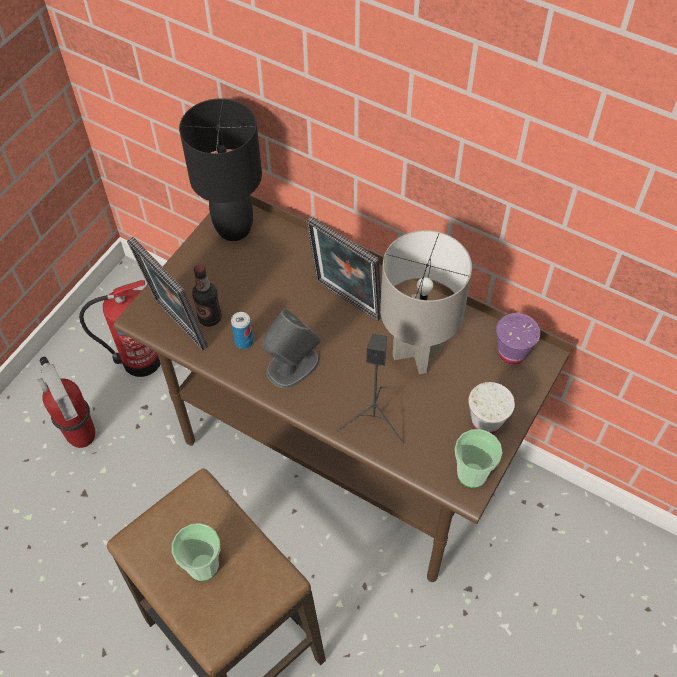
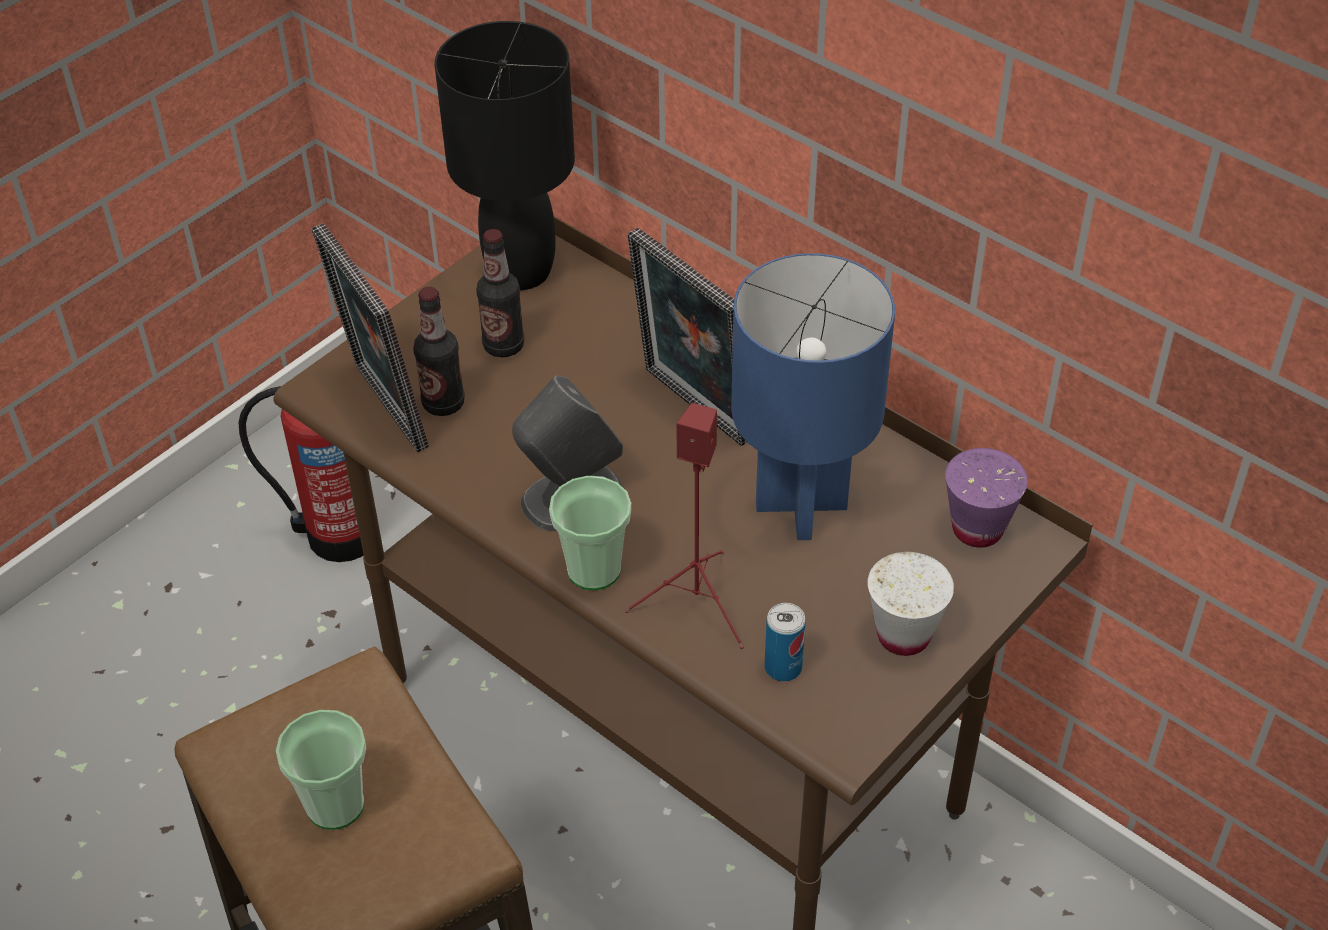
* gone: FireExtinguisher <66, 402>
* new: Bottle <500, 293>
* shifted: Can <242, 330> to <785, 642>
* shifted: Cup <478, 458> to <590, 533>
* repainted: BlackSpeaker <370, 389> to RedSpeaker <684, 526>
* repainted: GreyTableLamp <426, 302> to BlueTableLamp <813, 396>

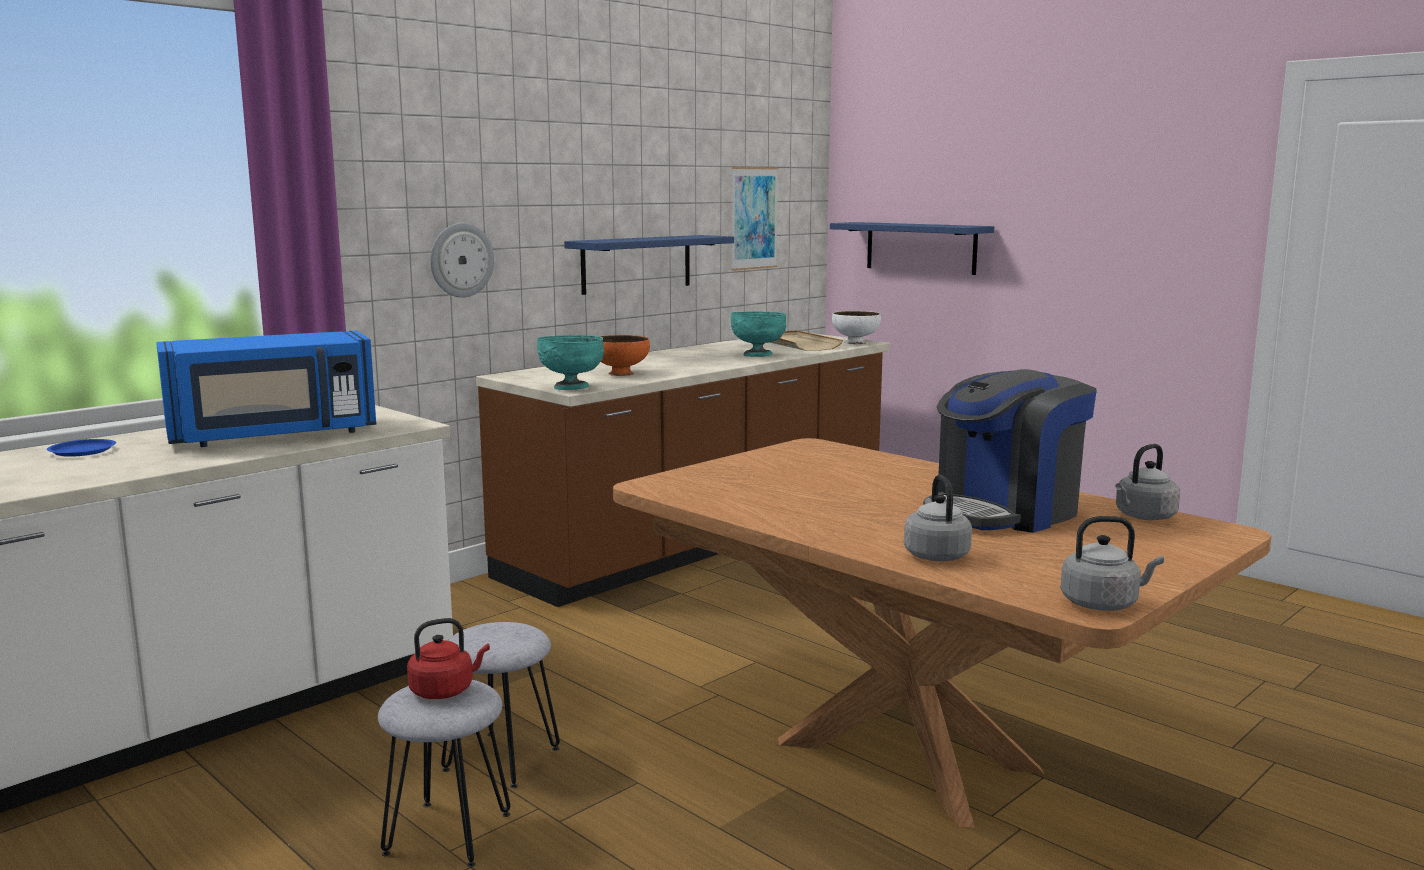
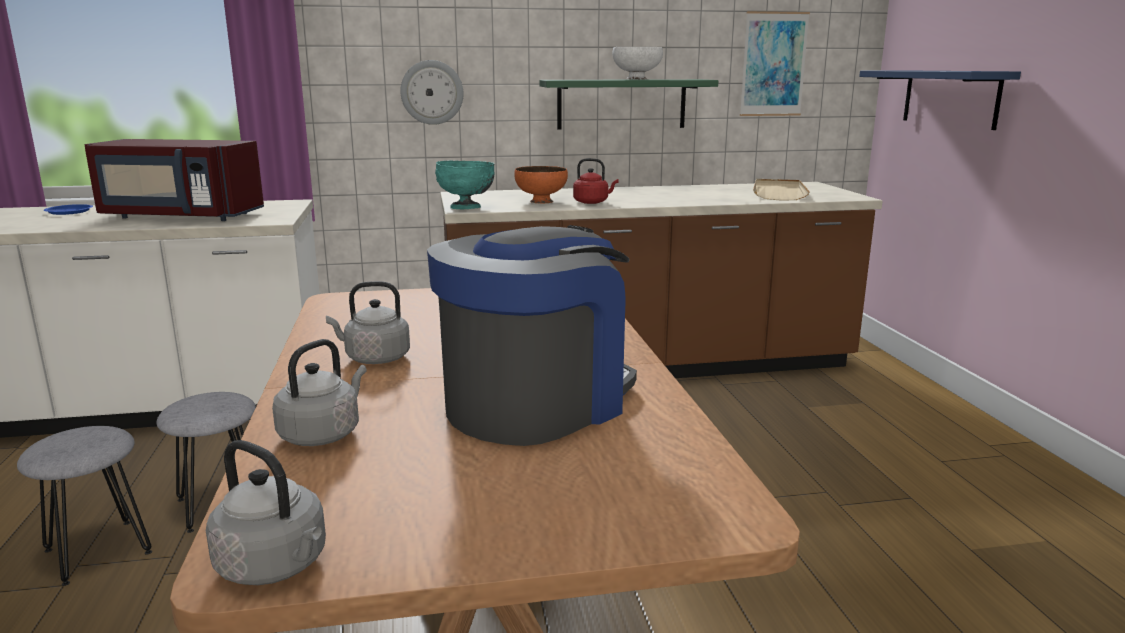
* gone: TurquoiseBowl <758, 334>
* shifted: RedKettle <448, 658> to <595, 181>
* shifted: WhiteBowl <856, 327> to <637, 63>
* shifted: GreyKettle <1147, 482> to <368, 322>
* repainted: BlueMicrowave <266, 388> to RedMicrowave <174, 180>
* repainted: BlueShelf <649, 265> to GreenShelf <628, 104>
* rotated: CoffeeMachine <1010, 451> = <532, 335> 135 degrees clockwise

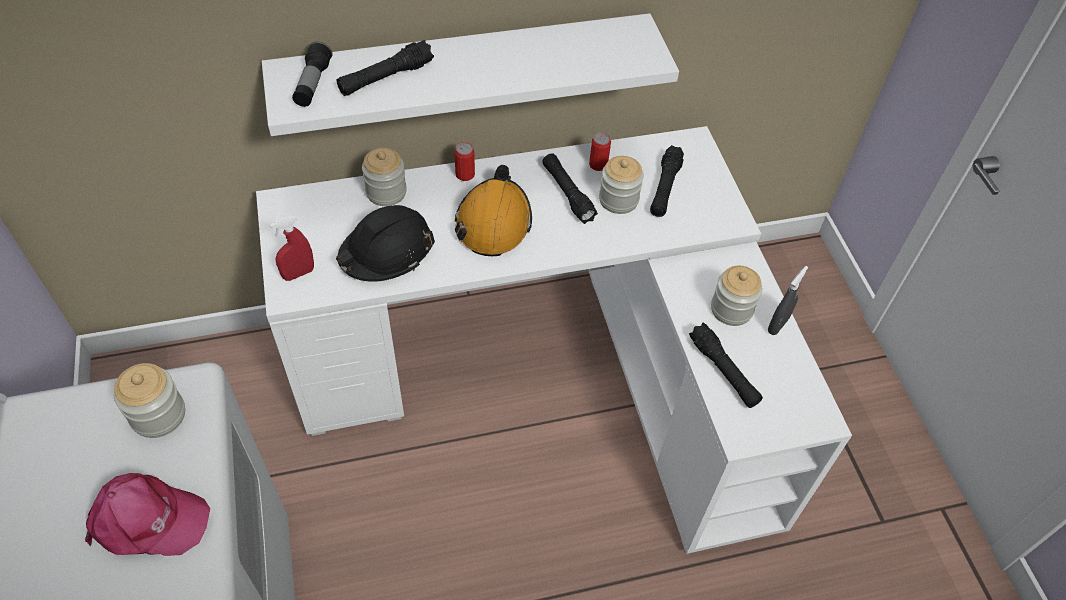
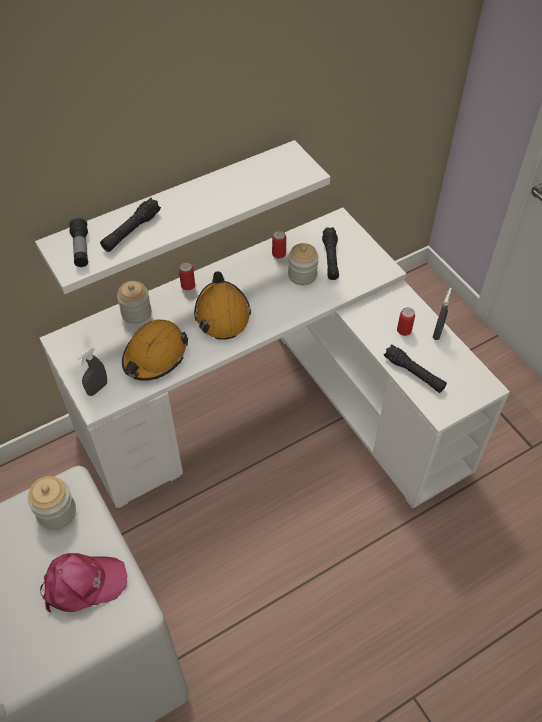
* gone: BlackFlashlight <570, 188>
* swapped: Jar <736, 296> to Can <406, 321>
* repainted: RedSprayBottle <292, 248> to GreySprayBottle <92, 371>
* repainted: BlackHardHat <385, 243> to OrangeHardHat <155, 350>

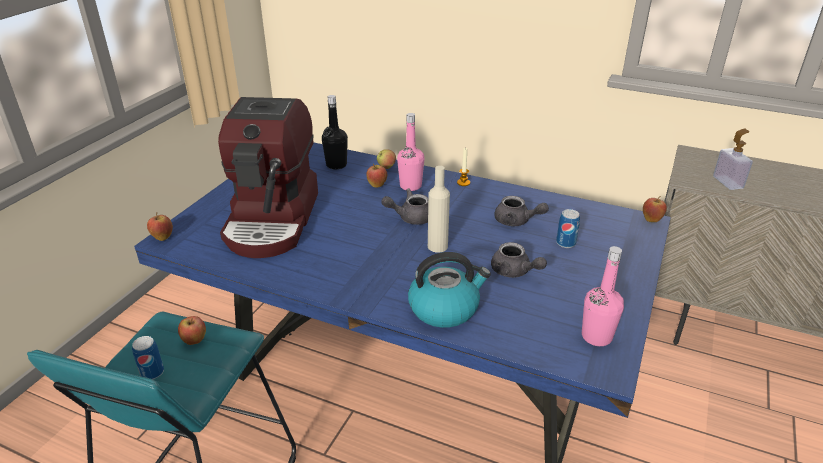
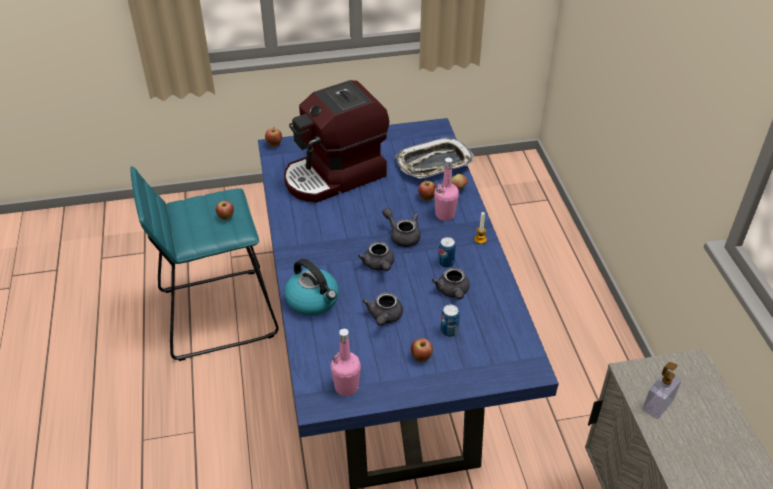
* shifted: Can <148, 358> to <447, 252>
* shifted: Apple <655, 209> to <422, 350>
* swapped: BlackBottle <335, 132> to Tray <434, 158>
* swapped: BeigeBottle <439, 209> to GreyTeapot <376, 256>

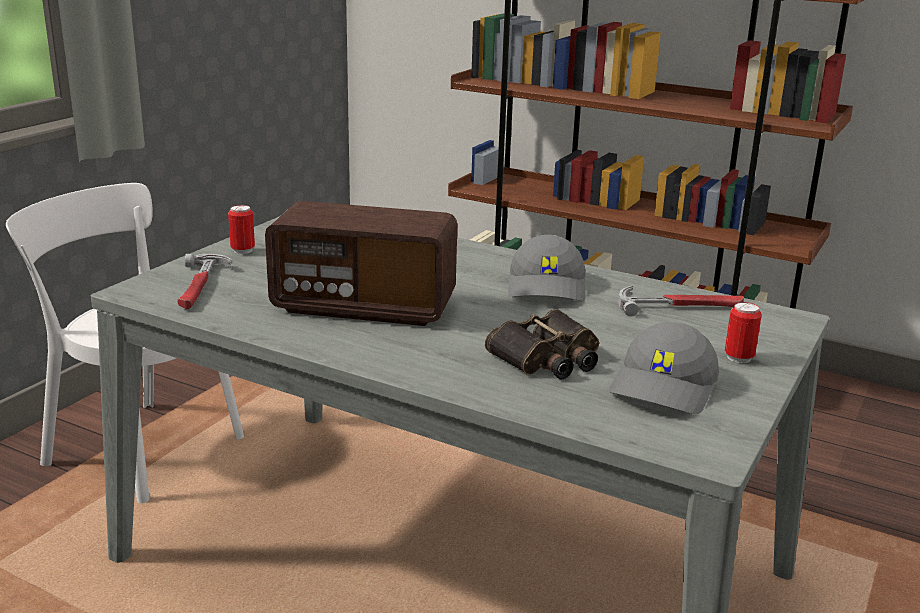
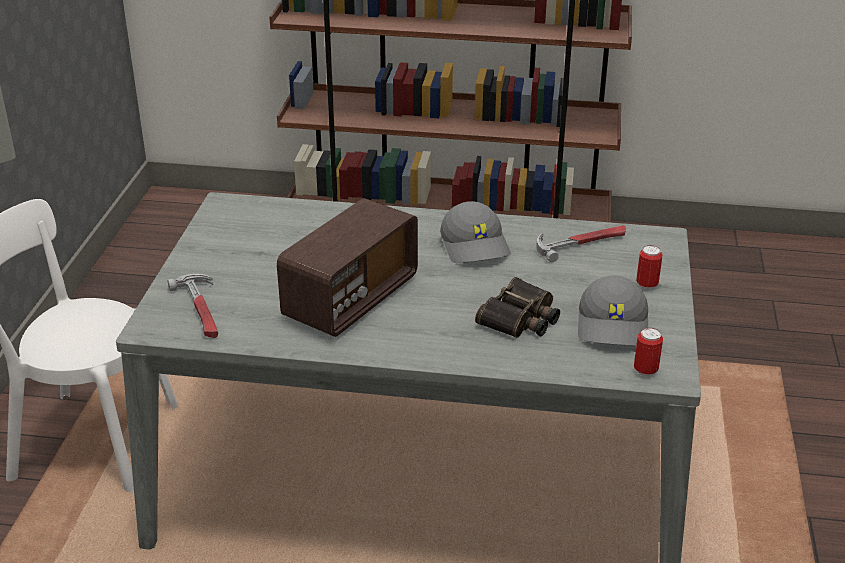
* shifted: Can <241, 229> to <648, 352>
* rotated: Radio <361, 263> = <347, 267> 45 degrees counterclockwise

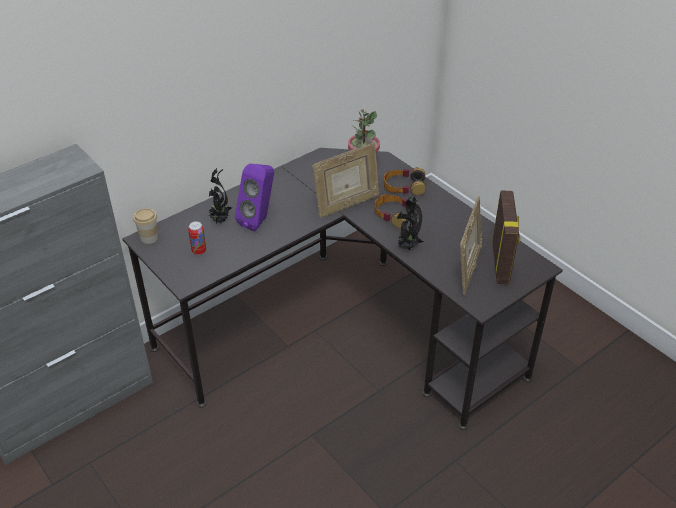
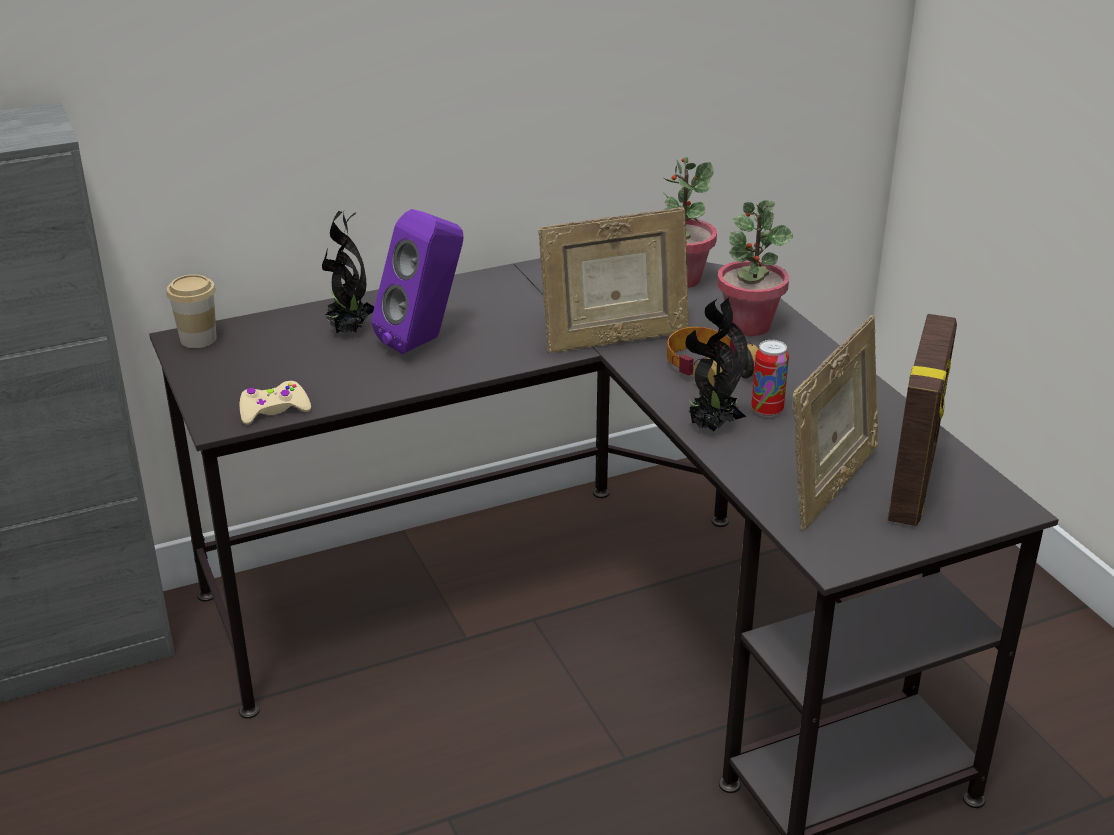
* new: BeigeGameController <275, 403>
* shifted: Can <197, 238> to <770, 378>
* swapped: Headphones <404, 181> to PottedPlant <755, 268>

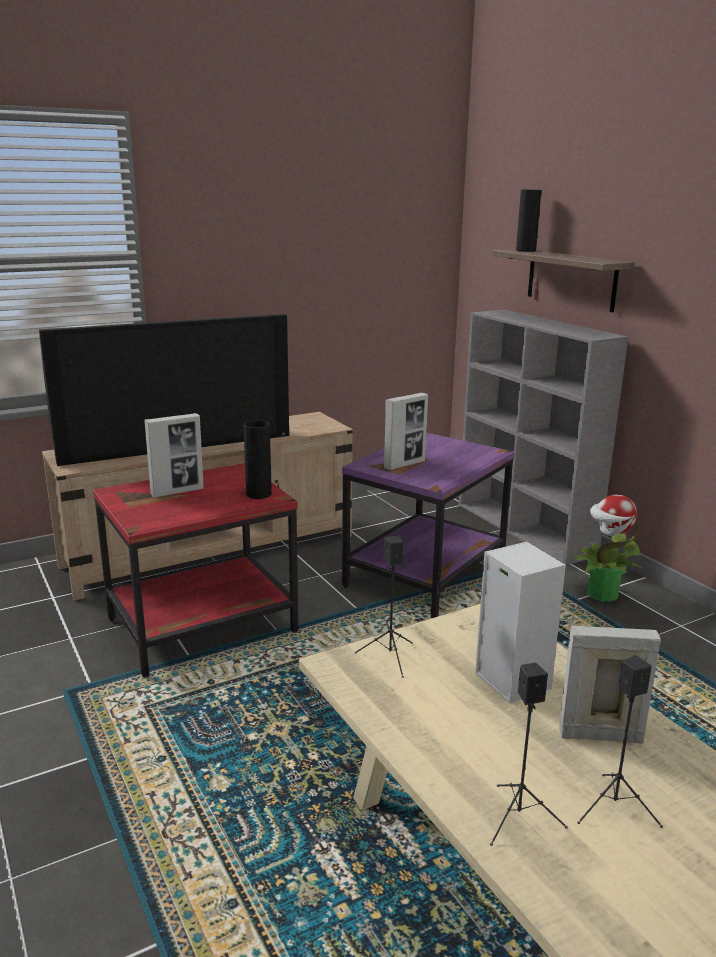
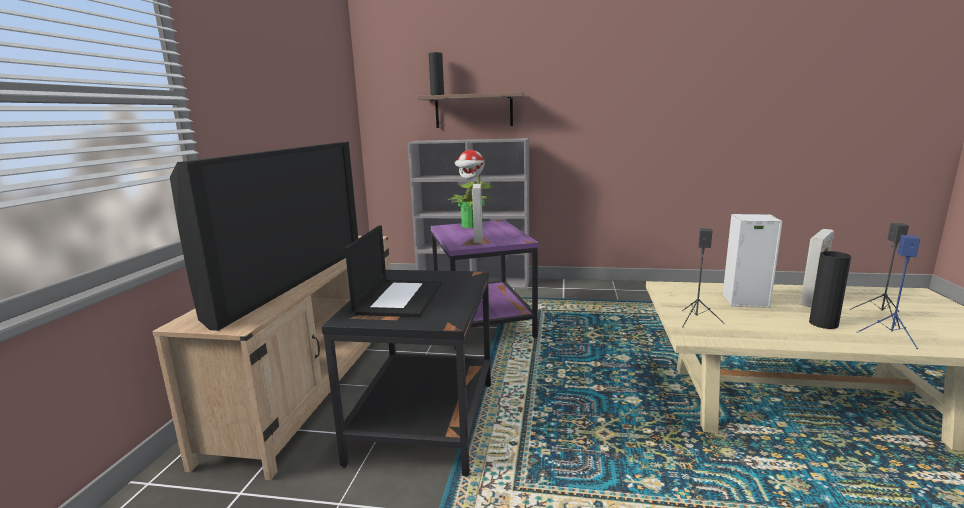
* shifted: BlackVase <257, 459> to <830, 290>
* shifted: PottedPlant <606, 548> to <470, 189>
* swapped: PictureFrame <174, 455> to Laptop <393, 271>
* repainted: RedSideTable <195, 570> to BlackSideTable <406, 373>
* repainted: BlackSpeaker <529, 754> to BlueSpeaker <888, 292>

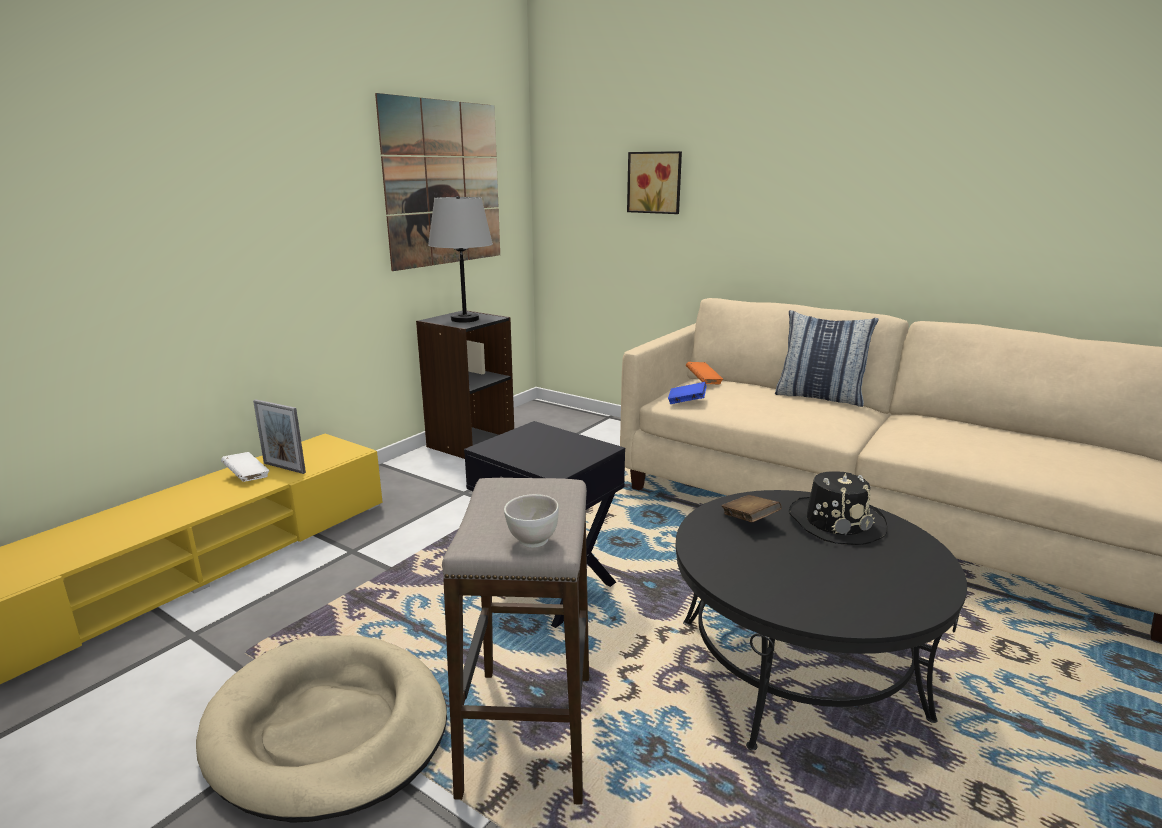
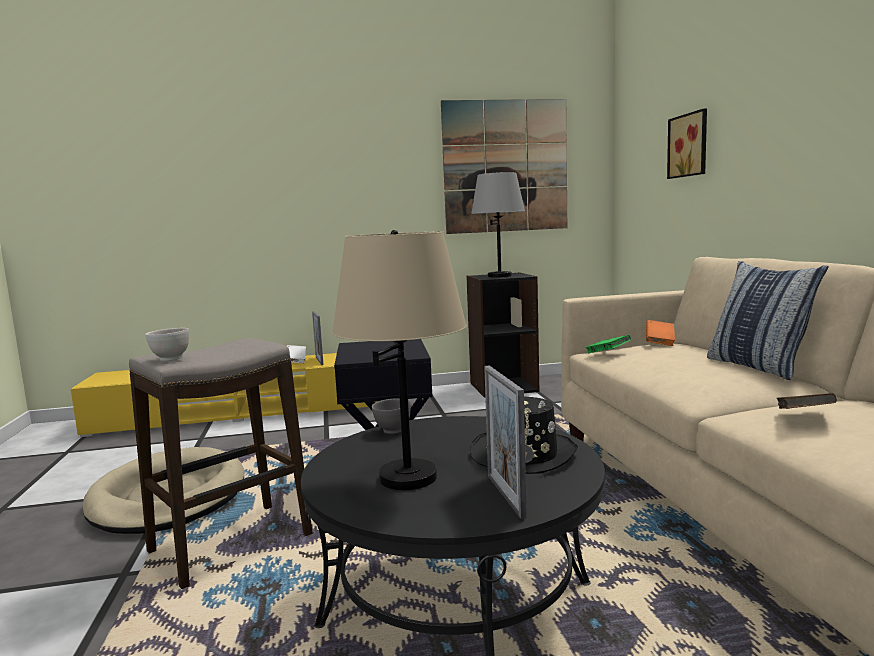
* new: BeigeTableLamp <399, 360>
* new: GreyBowl <391, 416>
* new: PictureFrame <505, 442>
* shifted: BrownBook <752, 509> to <807, 401>
* repainted: BlueBook <687, 393> to GreenBook <608, 344>

